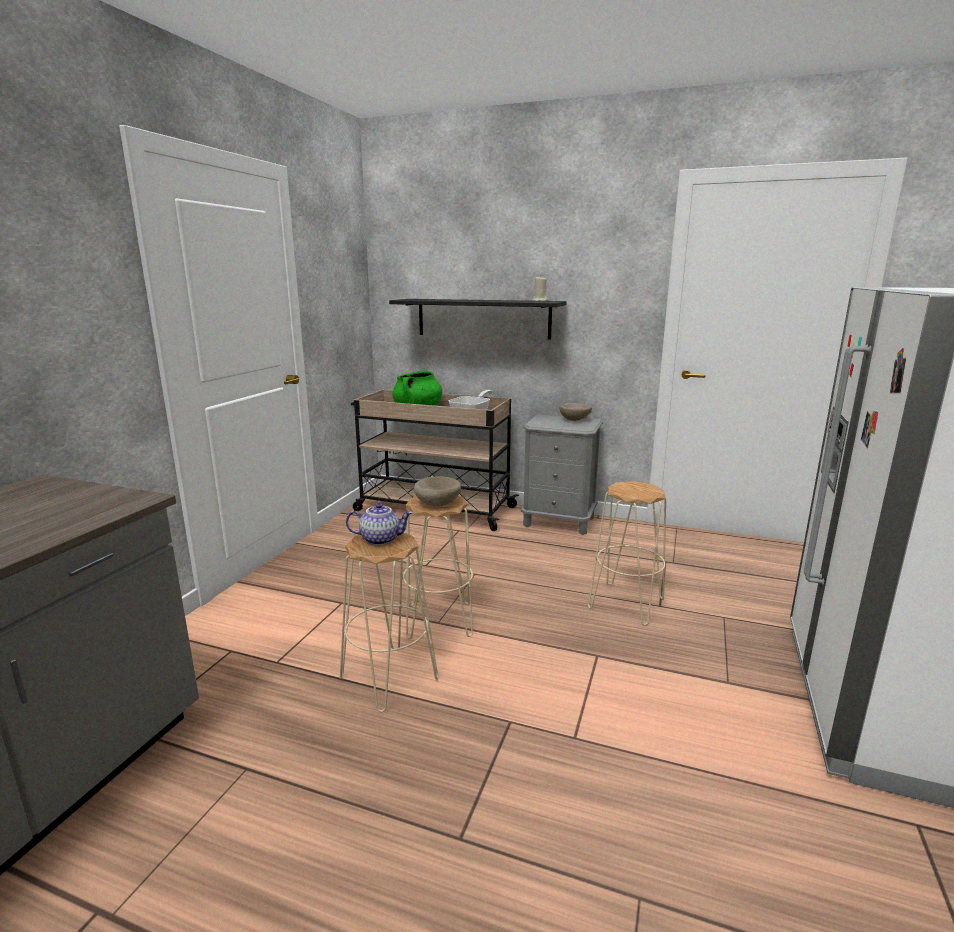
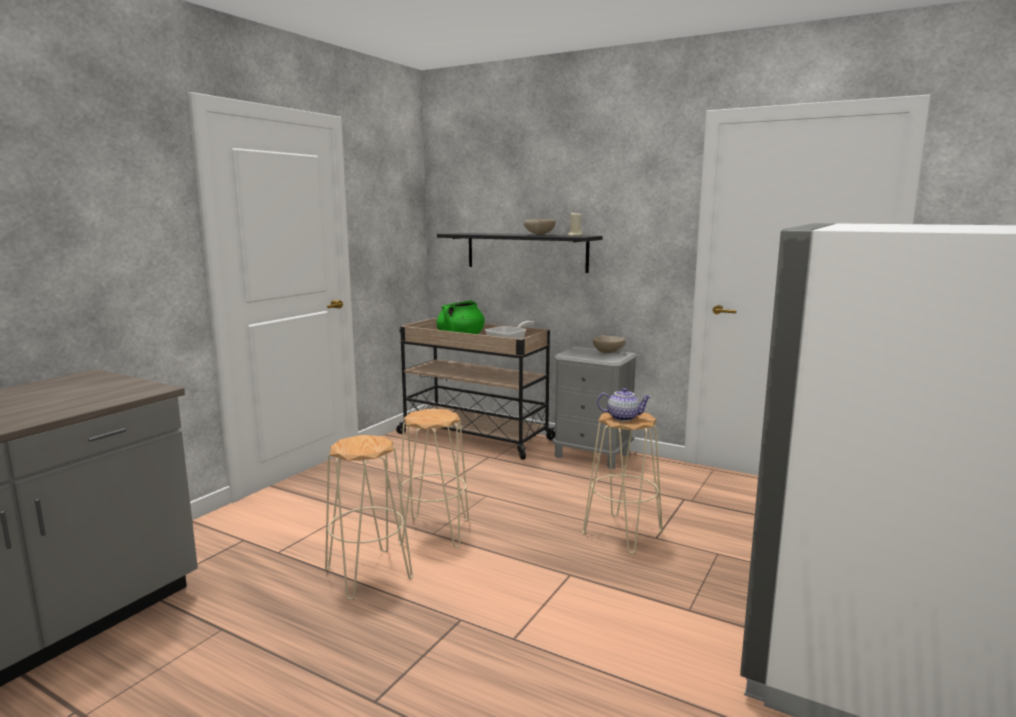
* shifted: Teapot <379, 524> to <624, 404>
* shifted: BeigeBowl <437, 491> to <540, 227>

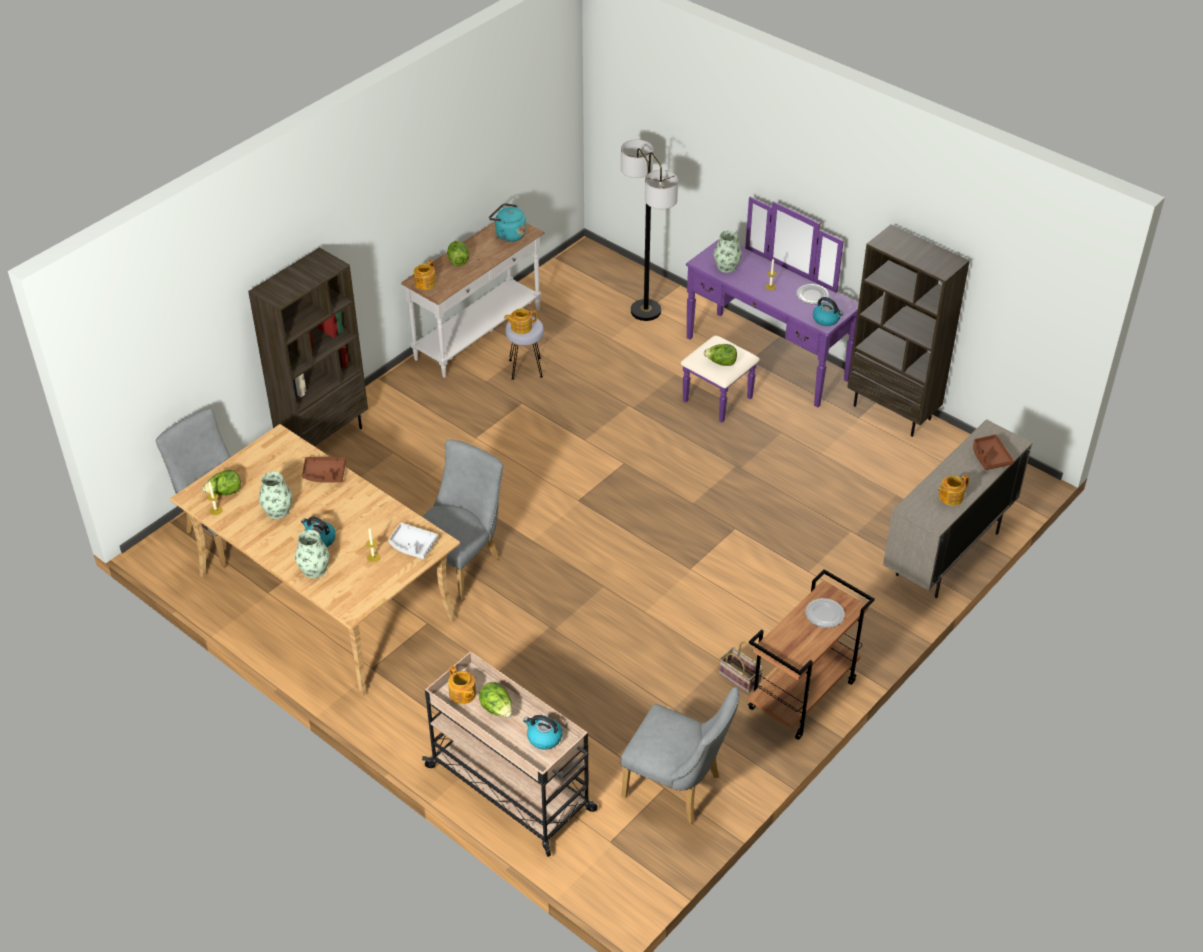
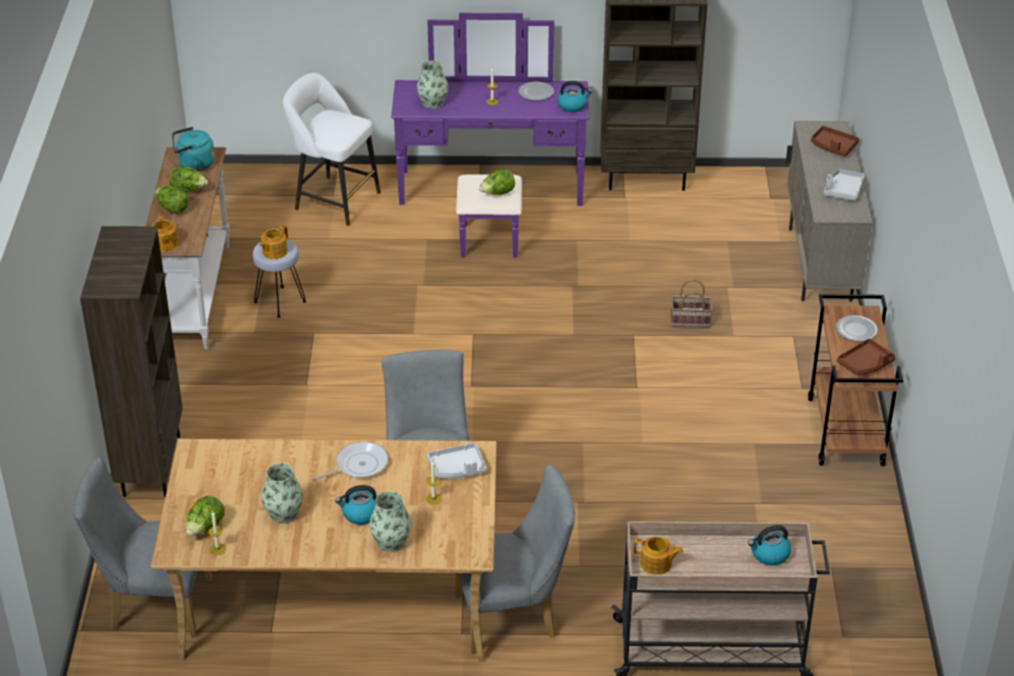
* new: FryingPan <350, 461>
* shifted: BrownTray <324, 469> to <866, 357>
* shifted: Lettuce <495, 699> to <188, 179>
* shifted: GreyChair <680, 755> to <515, 559>
* shifted: Basket <741, 667> to <691, 303>
* swapped: FloorLamp <649, 230> to WhiteStool <332, 149>
* swapped: Teapot <953, 490> to GreyTray <844, 185>

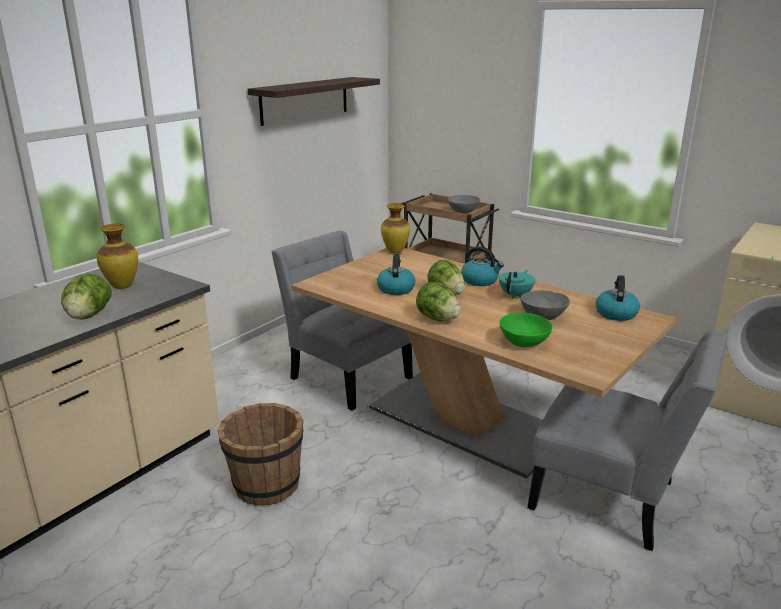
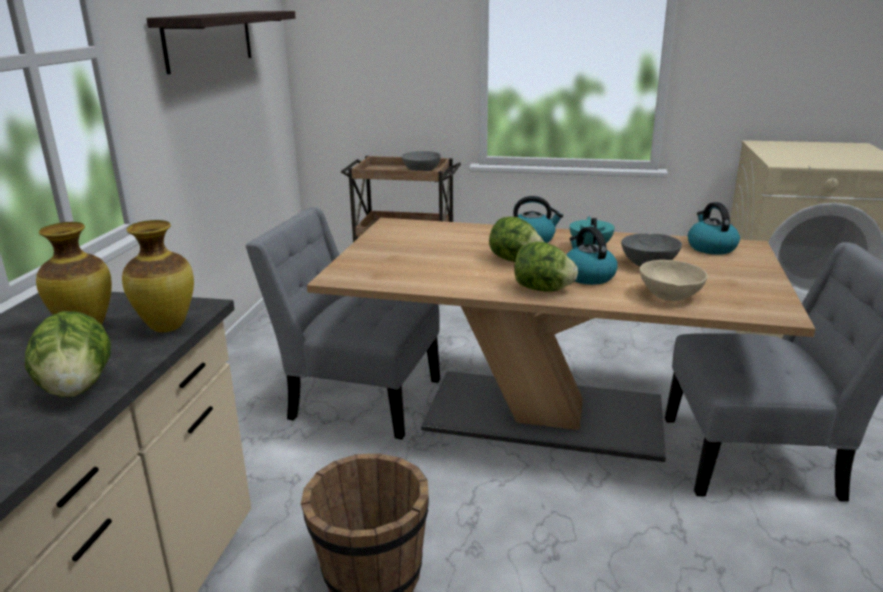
* shifted: Kettle <396, 274> to <592, 256>
* shifted: Vase <395, 228> to <158, 276>
* repainted: GreenBowl <525, 330> to BeigeBowl <674, 280>

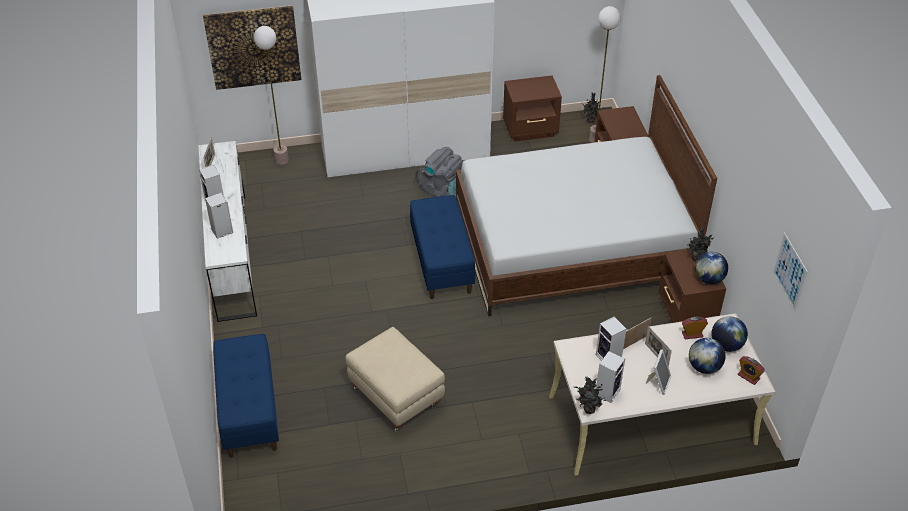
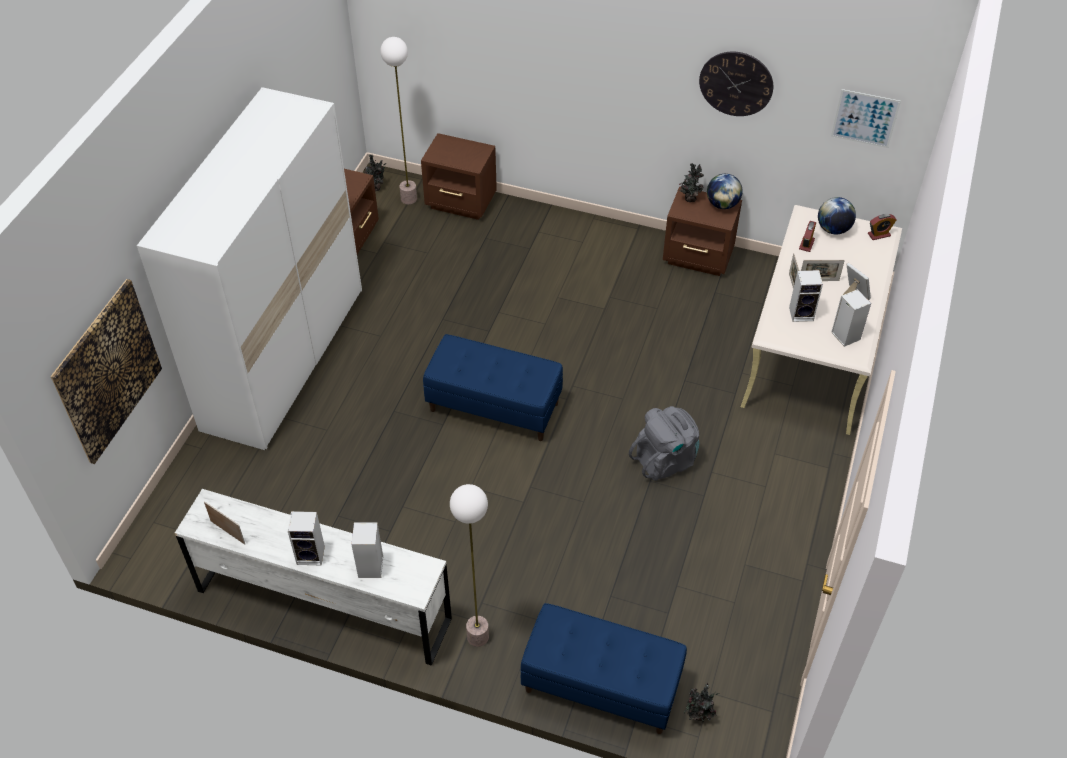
* gone: BeigeOttoman <395, 379>
* gone: Bed <586, 195>
* gone: Globe <707, 356>
* new: WallClock <736, 84>
* shifted: FloorLamp <271, 95> to <469, 565>
* shifted: GreyBackpack <439, 172> to <664, 443>
* shifted: PottedPlant <589, 395> to <701, 702>

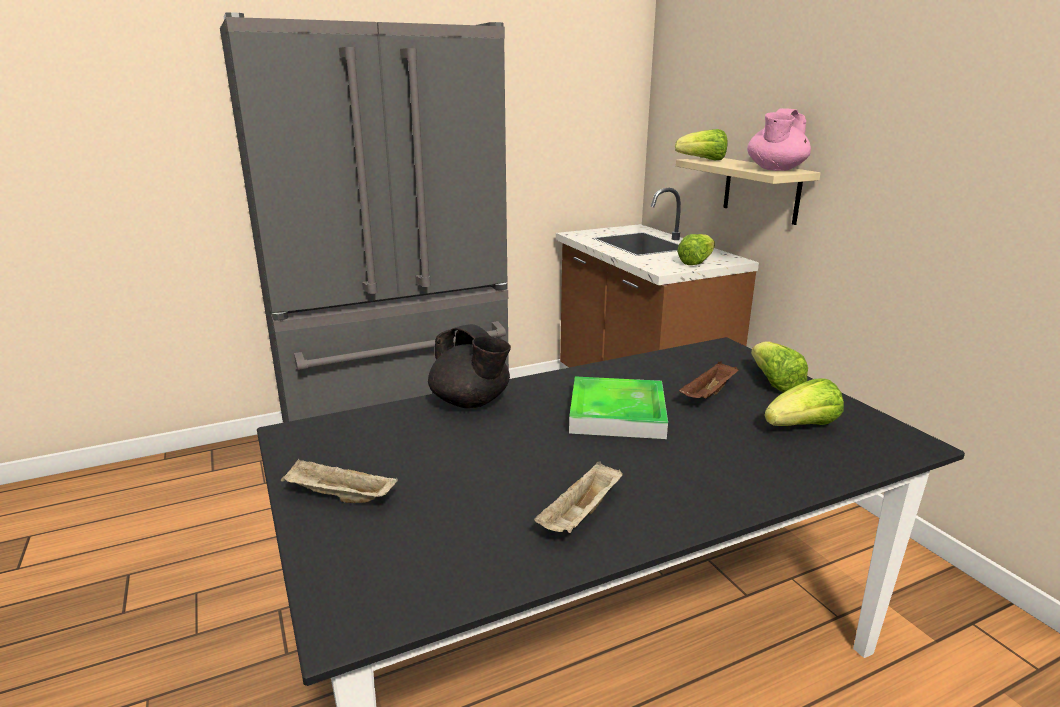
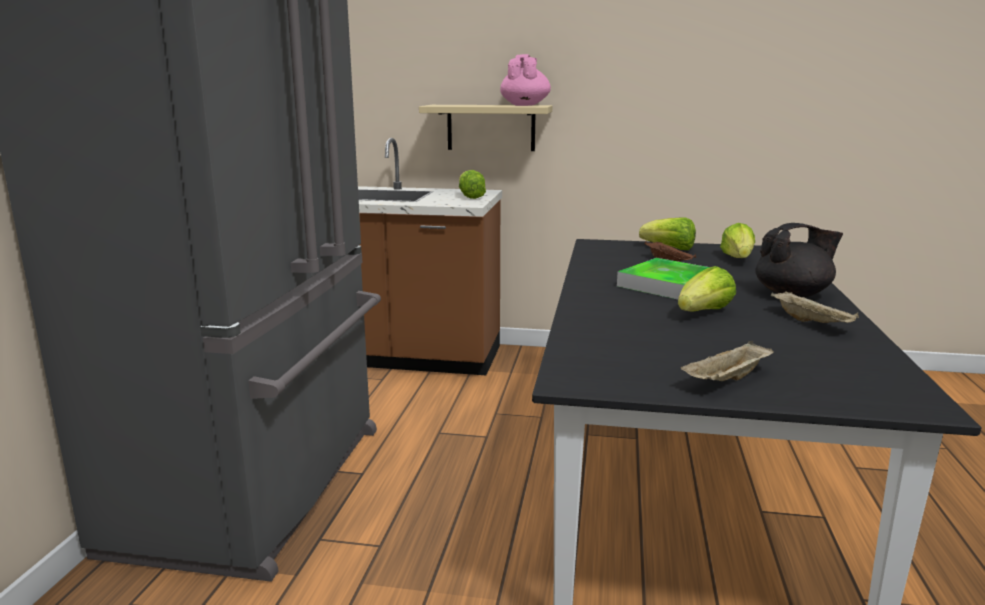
* shifted: BlackTeapot <469, 366> to <799, 260>
* shifted: Lettuce <701, 144> to <707, 288>
* rotated: PinkTeapot <779, 139> = <525, 80> 150 degrees counterclockwise

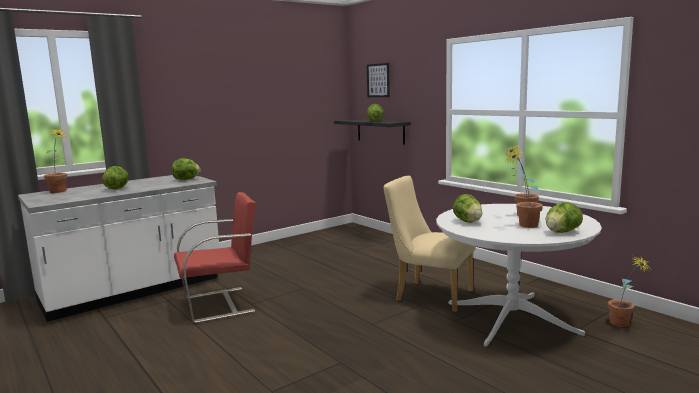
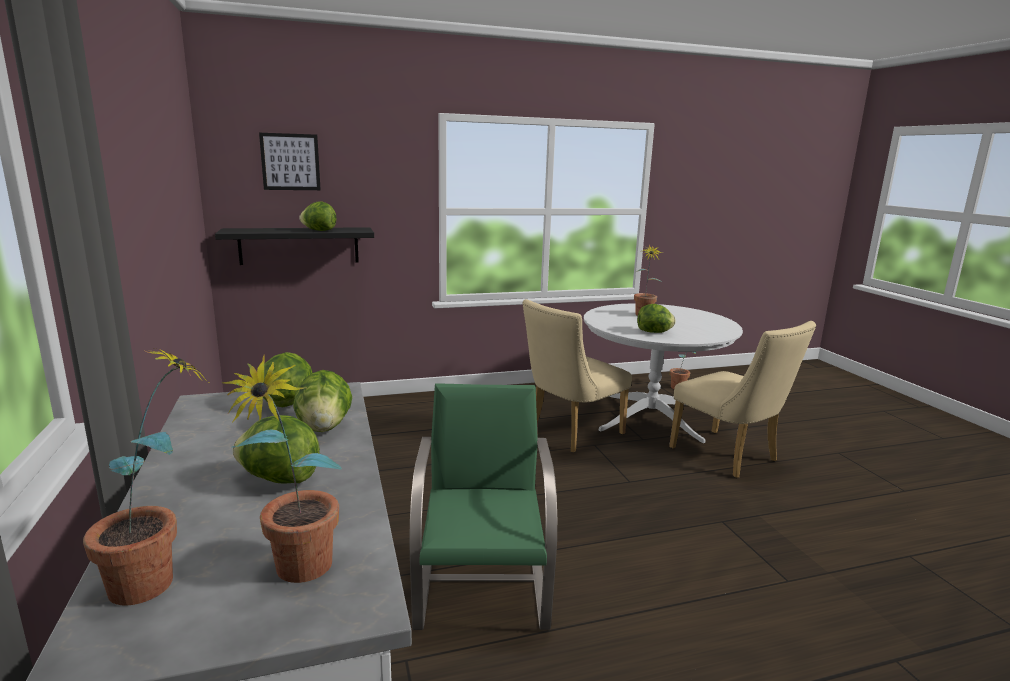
* new: BeigeChair <742, 399>
* shifted: PottedPlant <524, 188> to <282, 469>
* shifted: Lettuce <564, 217> to <322, 401>
* repainted: RedChair <215, 257> to GreenChair <483, 506>

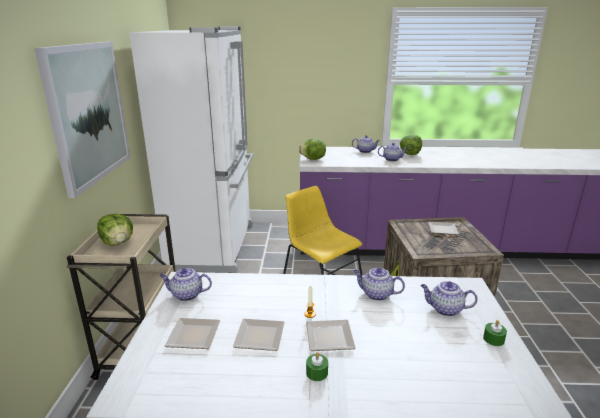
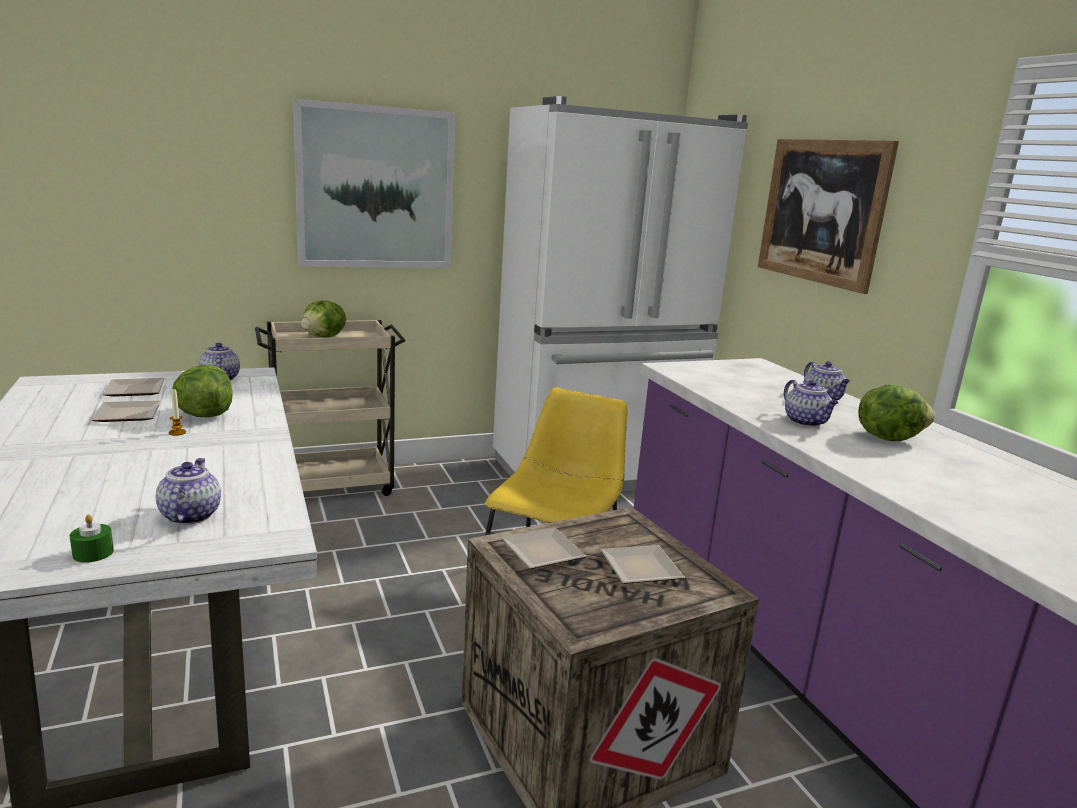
* gone: GreenCandle <317, 366>
* gone: Teapot <379, 284>
* new: Picture <828, 216>
* shifted: Lettuce <312, 149> to <202, 391>
* shifted: Plate <331, 335> to <543, 548>

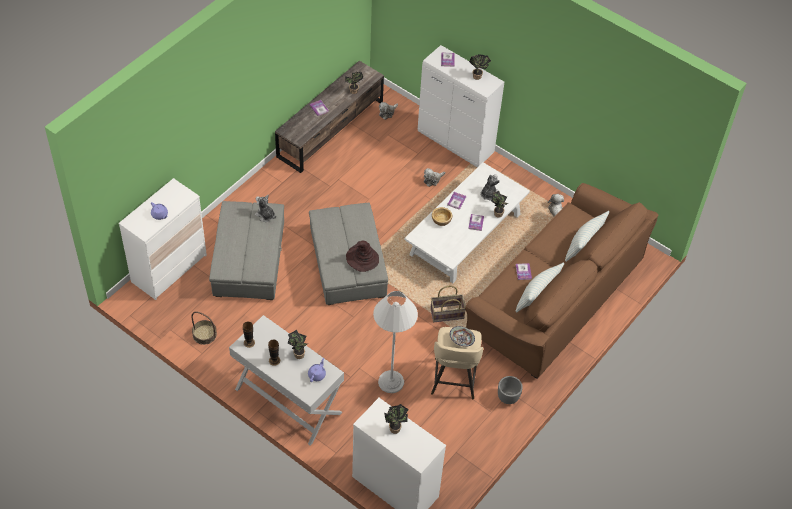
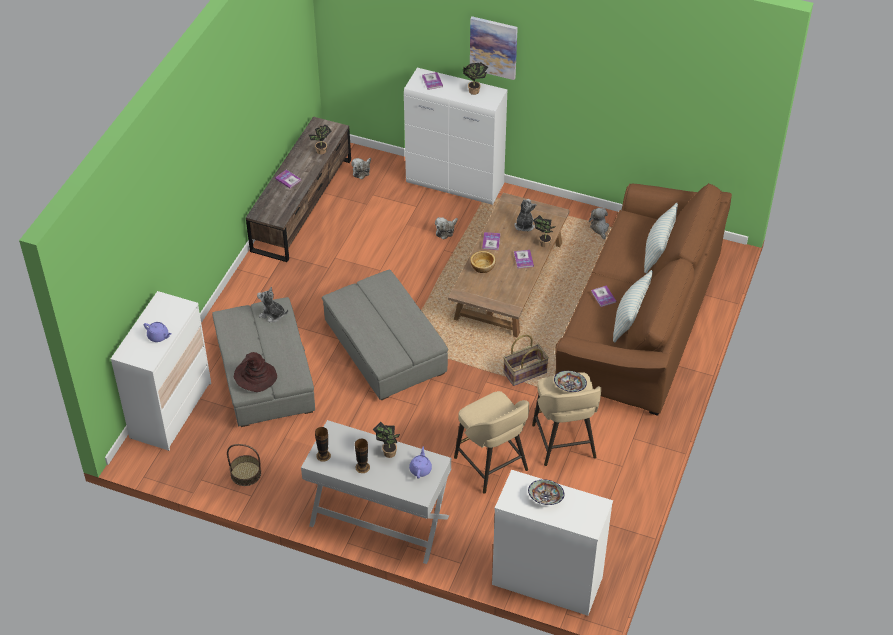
* gone: GreyPlanter <510, 390>
* new: Picture <494, 48>
* shifted: BrownHat <362, 256> to <255, 372>
* swapped: WhiteFloorLamp <395, 342> to BeigeStool <491, 442>
* swapped: PottedPlant <396, 419> to Bowl <546, 492>
* repainted: WhiteCoffeeTable <467, 222> to BrownCoffeeTable <509, 265>

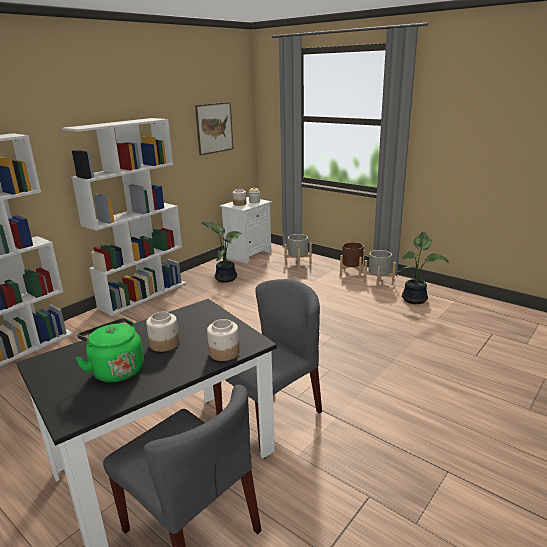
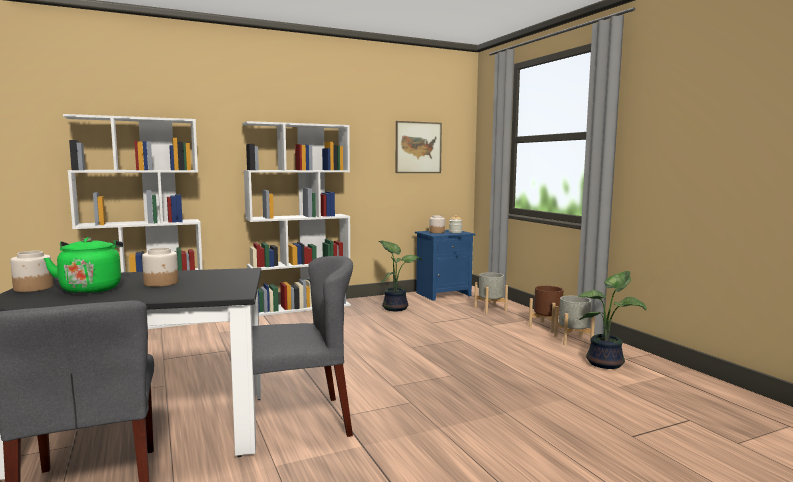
* shifted: Jar <223, 340> to <31, 271>
* repainted: WhiteNightstand <246, 230> to BlueNightstand <445, 265>

